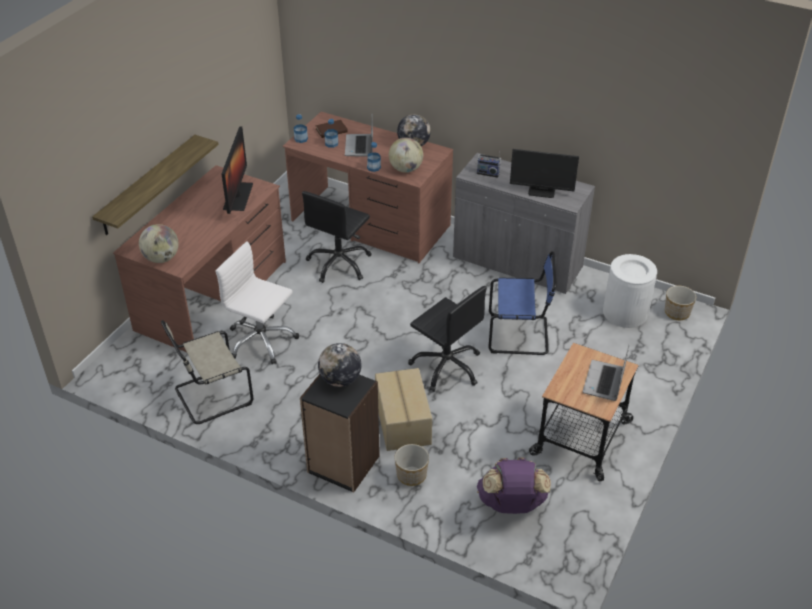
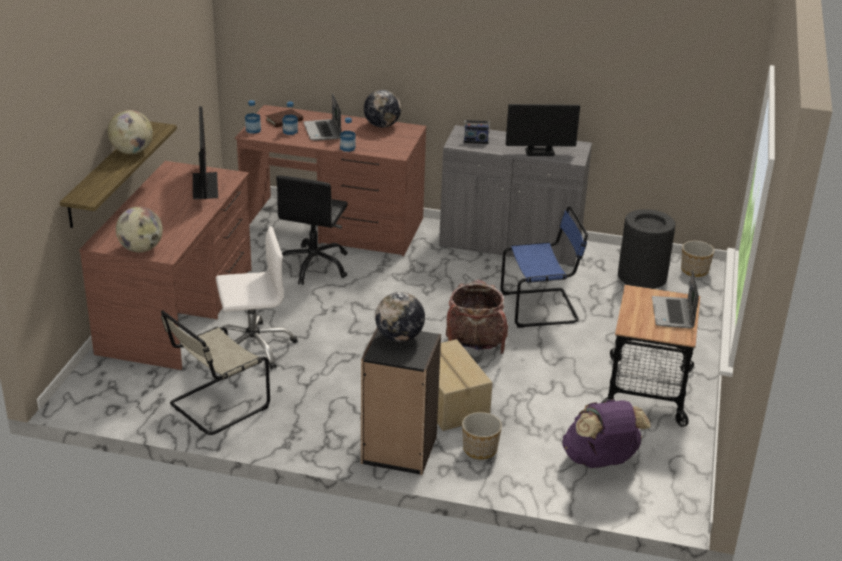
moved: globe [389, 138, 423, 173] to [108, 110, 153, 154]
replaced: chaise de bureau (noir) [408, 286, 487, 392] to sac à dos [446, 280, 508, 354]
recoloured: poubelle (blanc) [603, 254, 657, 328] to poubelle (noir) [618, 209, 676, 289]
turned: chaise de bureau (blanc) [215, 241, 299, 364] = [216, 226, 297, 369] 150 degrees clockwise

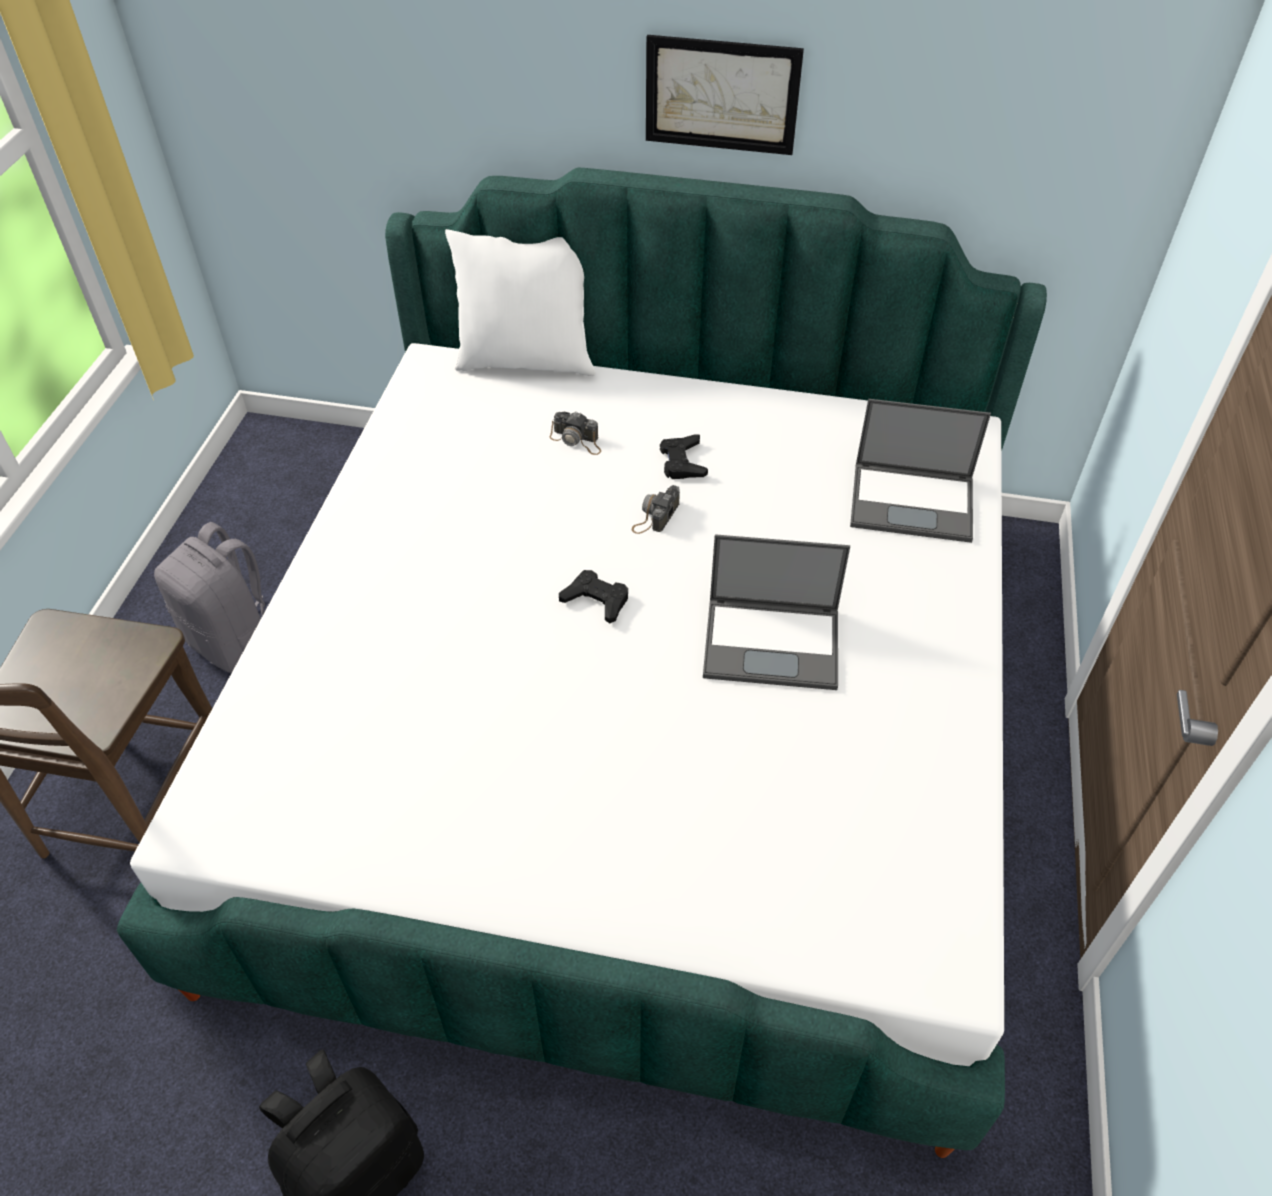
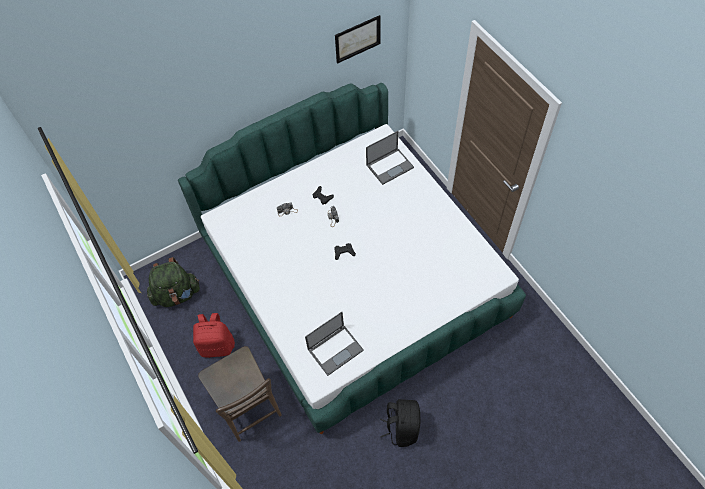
removed: coussin (blanc) [445, 229, 595, 376]
added: sac à dos (vert) [147, 257, 200, 307]
moved: tableau [646, 35, 804, 155] to [335, 15, 381, 64]; ordinateur portable [703, 534, 850, 690] to [305, 312, 364, 376]
recoloured: sac à dos (gris) [154, 522, 265, 673] to sac à dos (rouge) [193, 313, 235, 358]

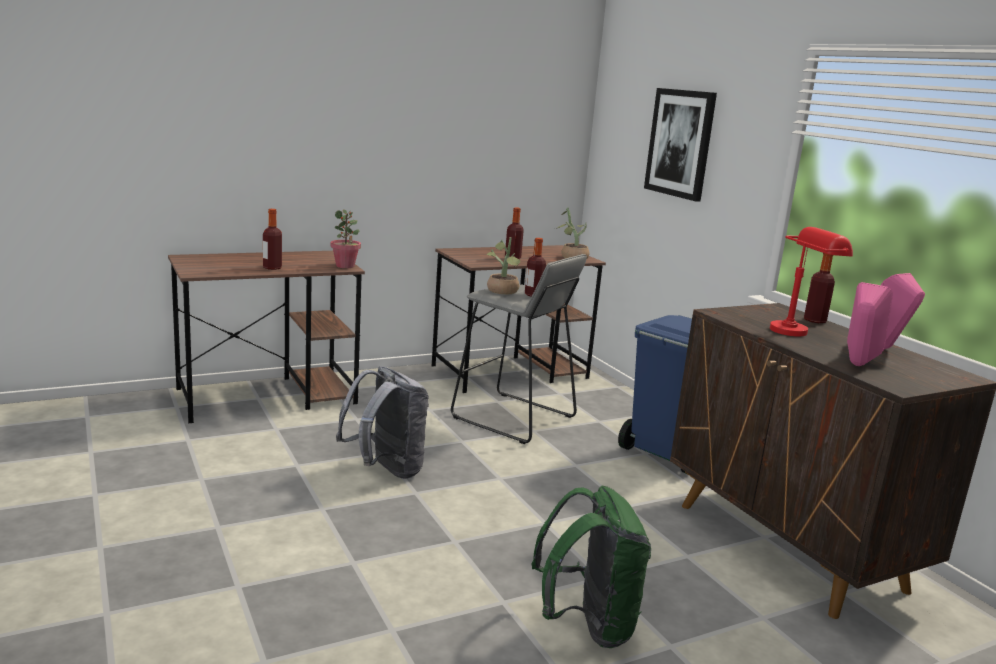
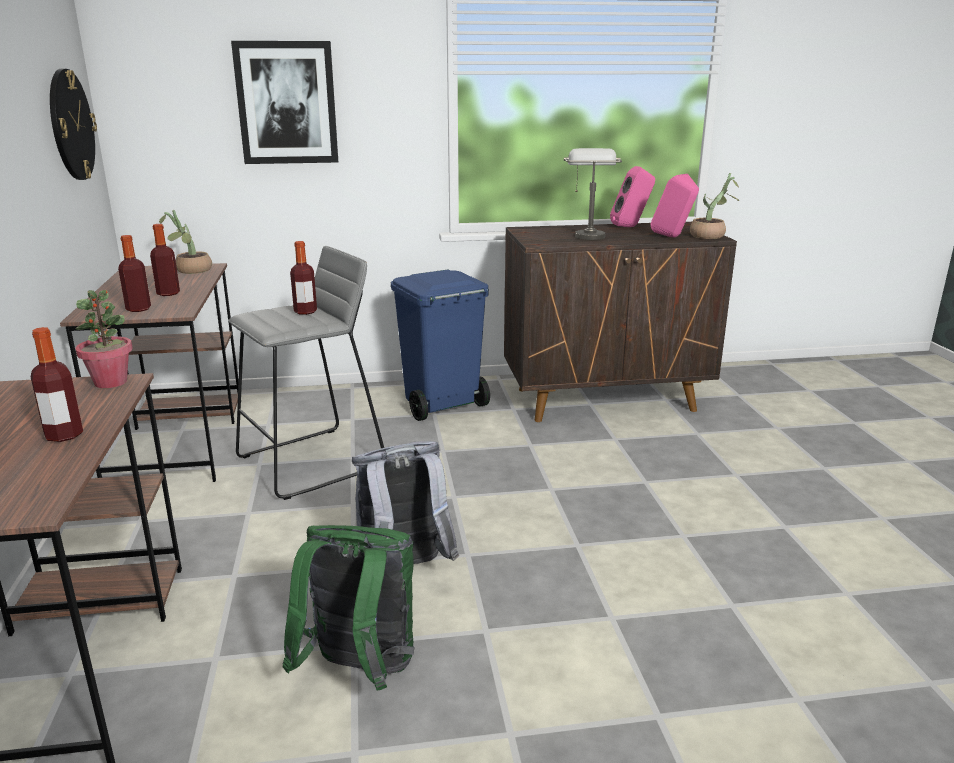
added: horloge murale [50, 69, 97, 180]
moved: plante en pot [487, 237, 521, 294] to [690, 173, 739, 239]; sac à dos (vert) [531, 486, 651, 648] to [283, 525, 415, 690]; bouteille [804, 253, 835, 323] to [118, 235, 151, 312]
recoloured: lampe de table (rouge) [770, 227, 853, 336] to lampe de table (gris) [564, 148, 622, 240]

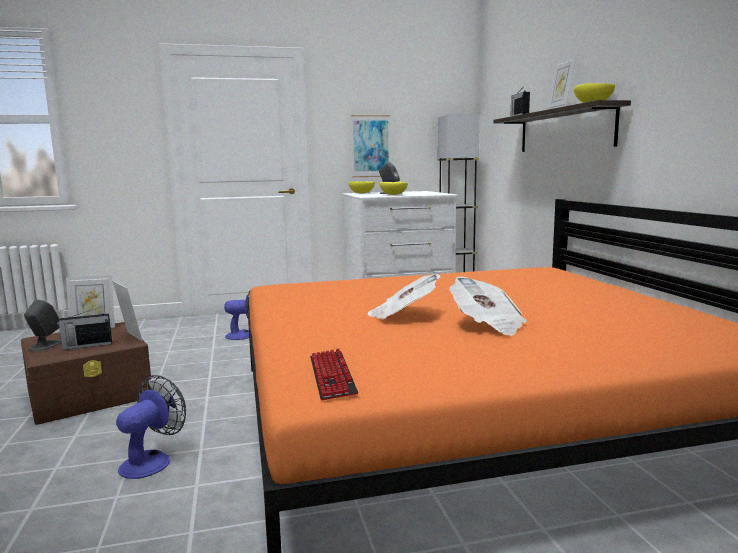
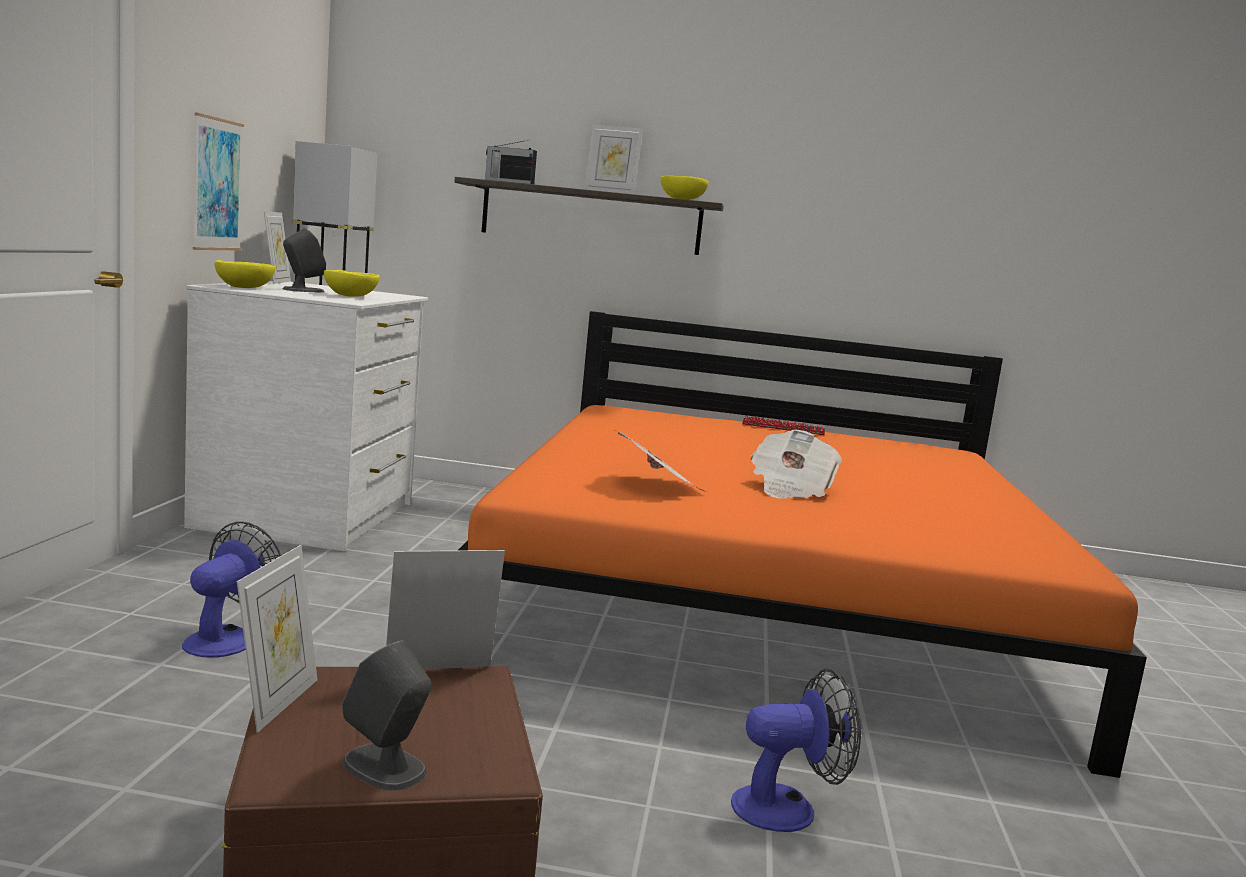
removed: radio [57, 307, 112, 350]
added: cadre photo [264, 211, 291, 284]
moved: clavier [310, 348, 358, 400] to [742, 415, 825, 435]; journal [449, 277, 527, 336] to [614, 430, 708, 492]
turned: ventilateur [116, 375, 186, 479] = [731, 669, 861, 832] 120 degrees clockwise

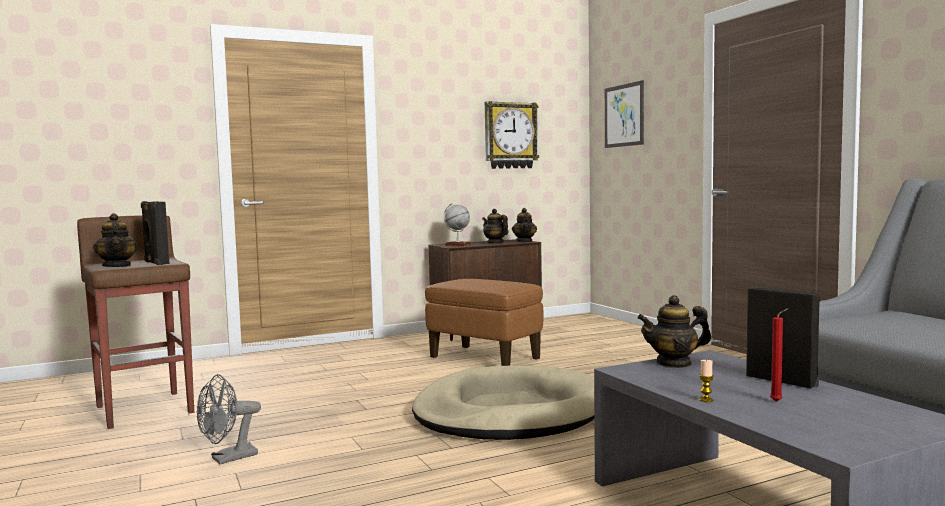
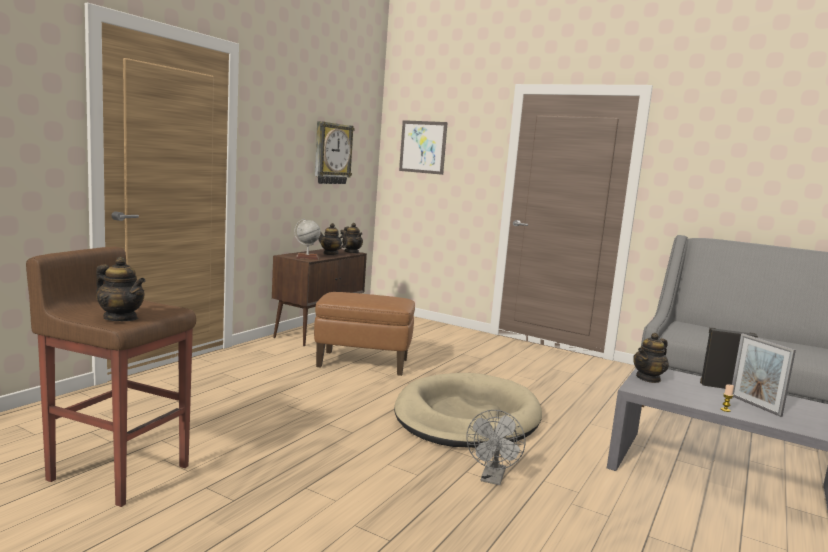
removed: enceinte (noir) [141, 201, 170, 265]
moved: ventilateur (gris) [197, 374, 261, 464] to [466, 410, 525, 485]
replaced: bougie (rouge) [770, 308, 788, 402] to cadre photo [732, 334, 796, 417]

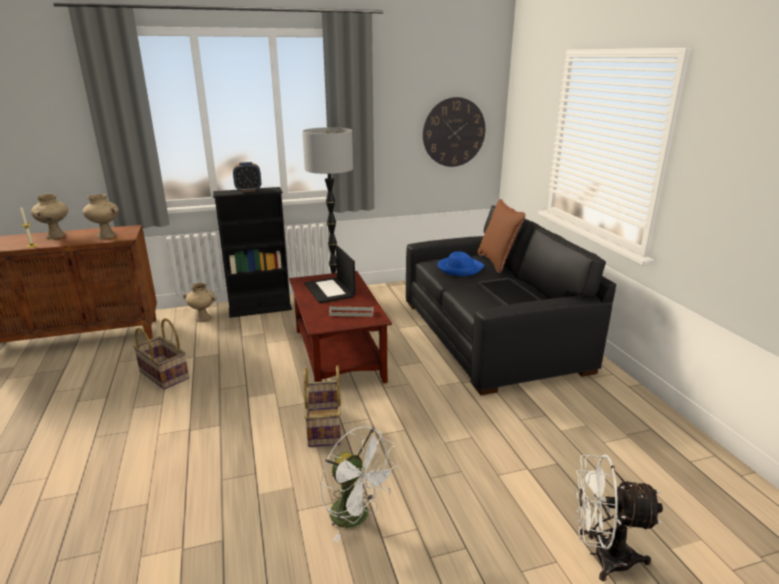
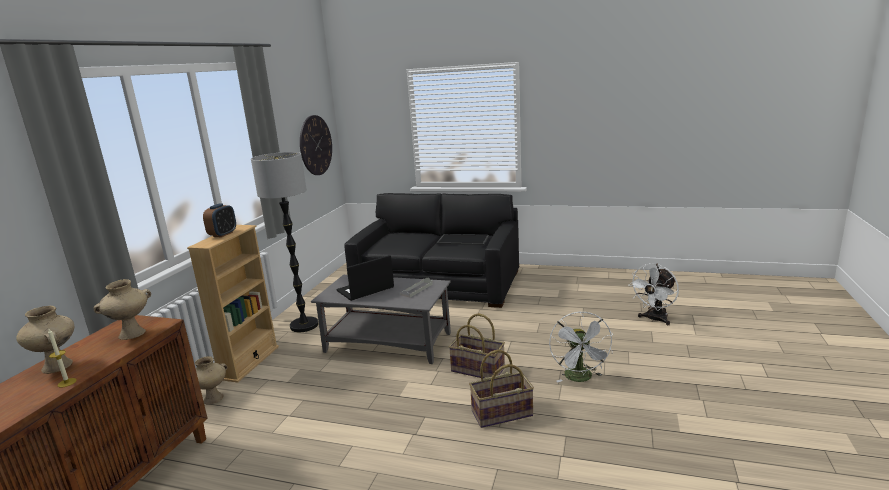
removed: chapeau (bleu) [438, 251, 484, 276]; coussin (marron) [477, 199, 526, 273]
moved: panier [133, 318, 189, 390] to [469, 350, 534, 428]
recoloured: bibliothèque (noir) [213, 187, 292, 318] to bibliothèque (beige) [187, 225, 279, 383]; table basse (marron) [289, 271, 392, 383] to table basse (gris) [311, 275, 451, 364]
turned: ordinateur portable [304, 245, 356, 303] = [336, 255, 394, 301] 135 degrees clockwise; ventilateur (blanc) [320, 426, 398, 542] = [549, 312, 613, 382] 105 degrees clockwise

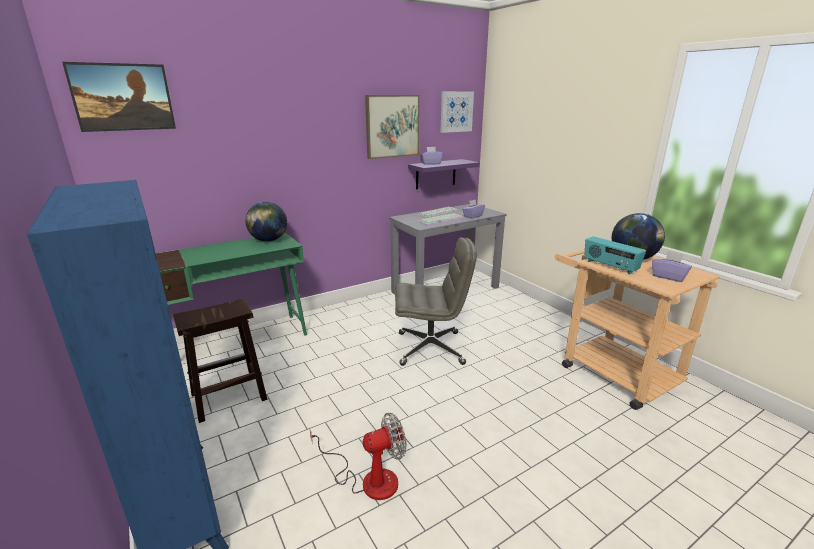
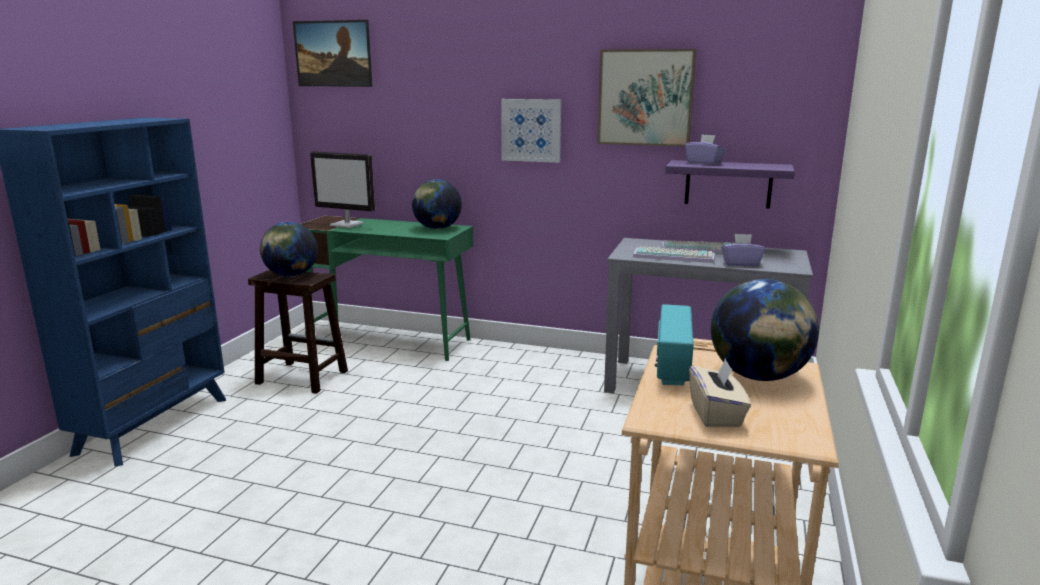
removed: ventilateur [310, 413, 406, 500]; chaise de bureau (gris) [395, 237, 477, 366]
added: globe [260, 222, 318, 277]; écran d'ordinateur [310, 151, 375, 228]
moved: tableau [441, 91, 474, 133] to [501, 99, 561, 163]
recoloured: boîte à mouchoirs (violet) [652, 251, 692, 282] to boîte à mouchoirs (beige) [689, 358, 751, 427]

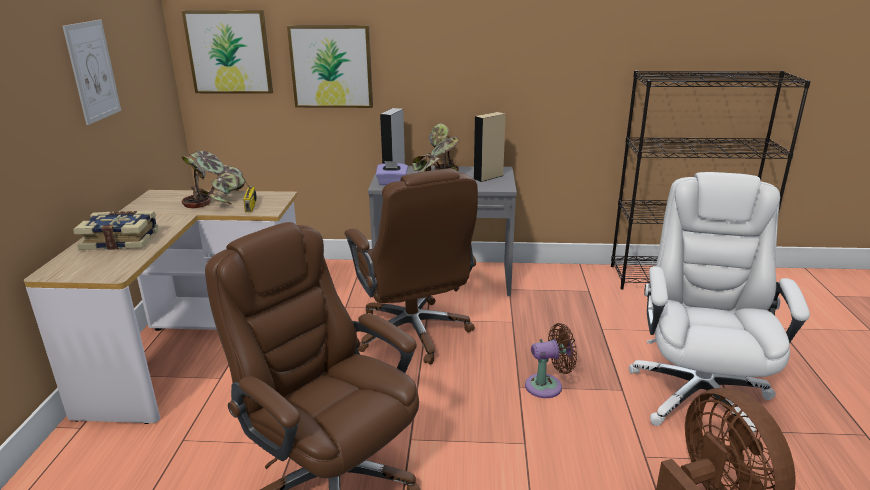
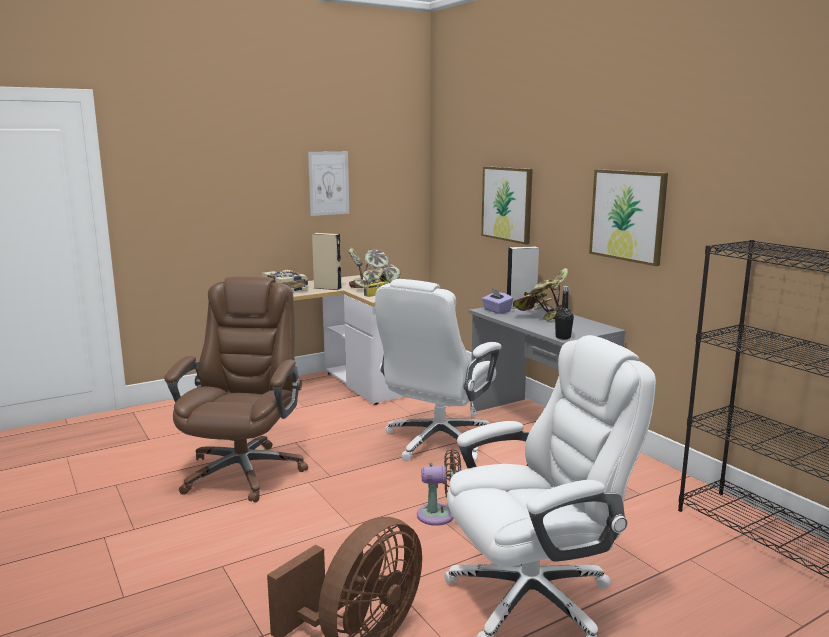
added: bouteille (noir) [555, 286, 574, 339]
moved: tableau [182, 10, 273, 94] to [589, 169, 668, 266]; enceinte (beige) [474, 112, 506, 182] to [312, 233, 341, 290]
recoloured: chaise de bureau (marron) [345, 169, 478, 365] to chaise de bureau (blanc) [375, 279, 502, 462]
turned: ventilateur (marron) [525, 323, 577, 398] = [417, 449, 461, 526] 45 degrees counterclockwise

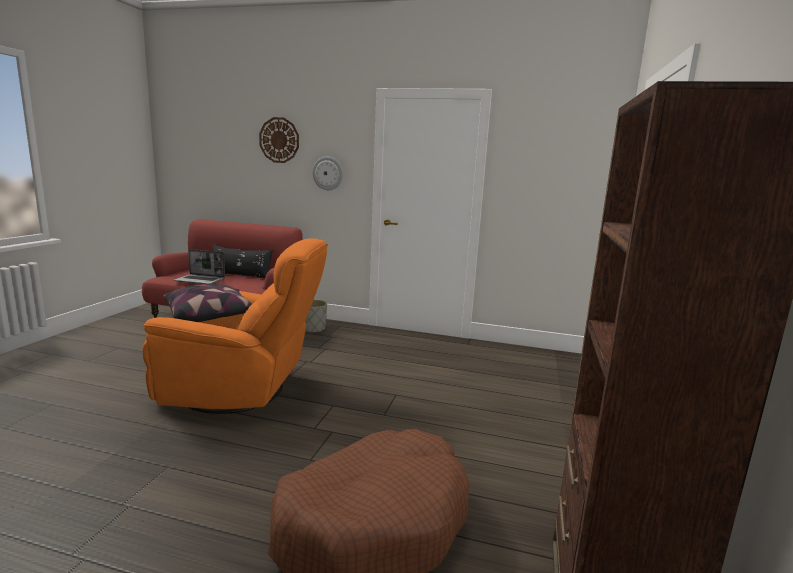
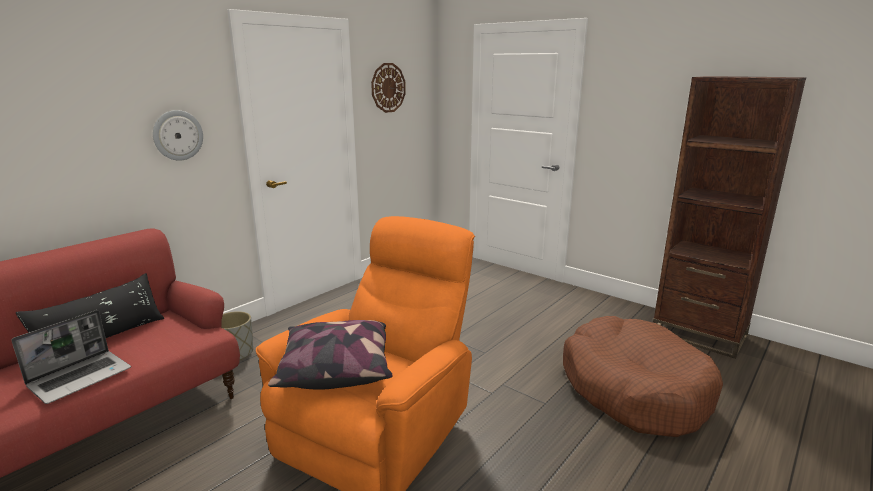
moved: horloge murale [259, 117, 299, 163] to [371, 63, 406, 113]

